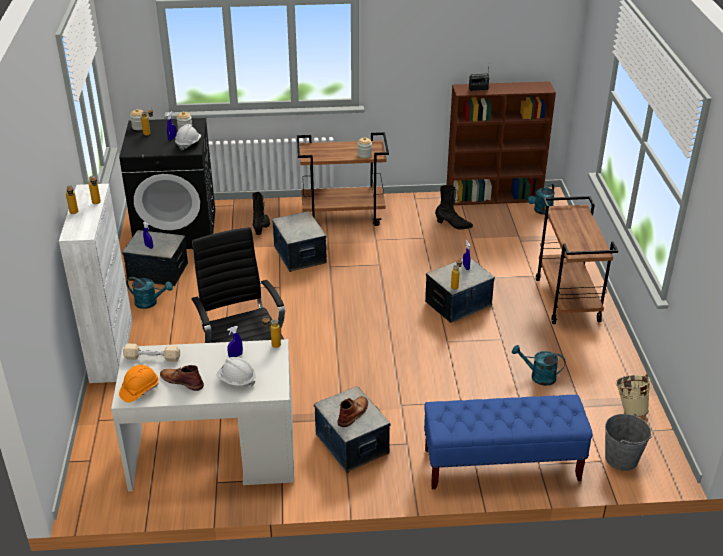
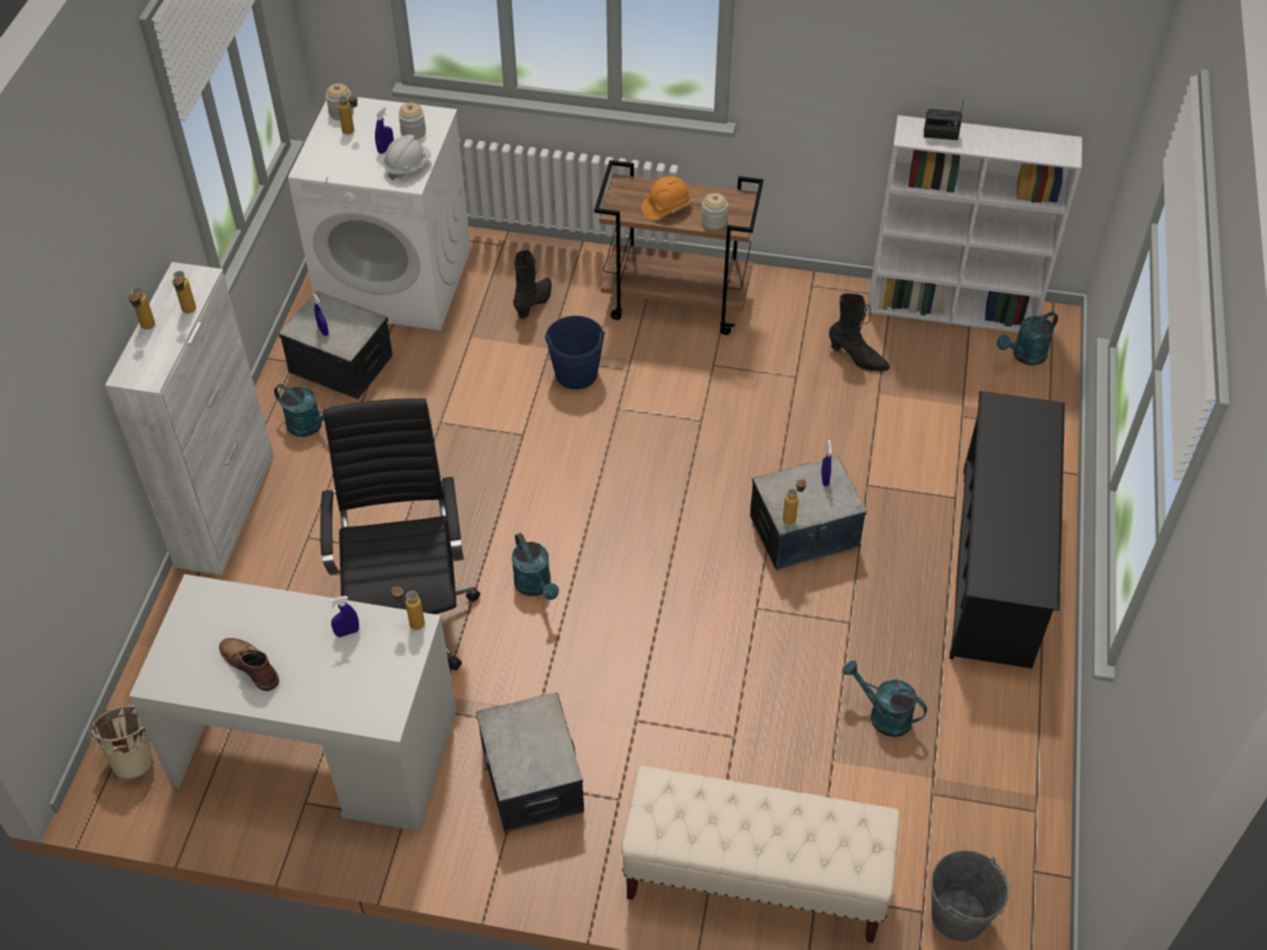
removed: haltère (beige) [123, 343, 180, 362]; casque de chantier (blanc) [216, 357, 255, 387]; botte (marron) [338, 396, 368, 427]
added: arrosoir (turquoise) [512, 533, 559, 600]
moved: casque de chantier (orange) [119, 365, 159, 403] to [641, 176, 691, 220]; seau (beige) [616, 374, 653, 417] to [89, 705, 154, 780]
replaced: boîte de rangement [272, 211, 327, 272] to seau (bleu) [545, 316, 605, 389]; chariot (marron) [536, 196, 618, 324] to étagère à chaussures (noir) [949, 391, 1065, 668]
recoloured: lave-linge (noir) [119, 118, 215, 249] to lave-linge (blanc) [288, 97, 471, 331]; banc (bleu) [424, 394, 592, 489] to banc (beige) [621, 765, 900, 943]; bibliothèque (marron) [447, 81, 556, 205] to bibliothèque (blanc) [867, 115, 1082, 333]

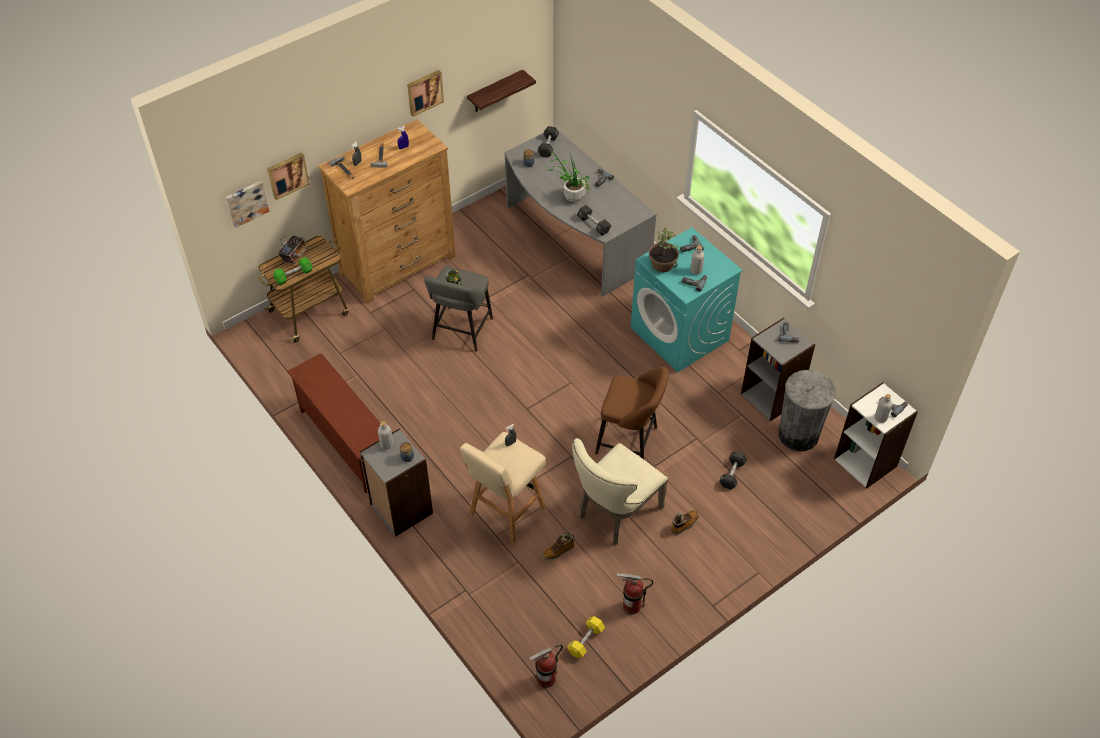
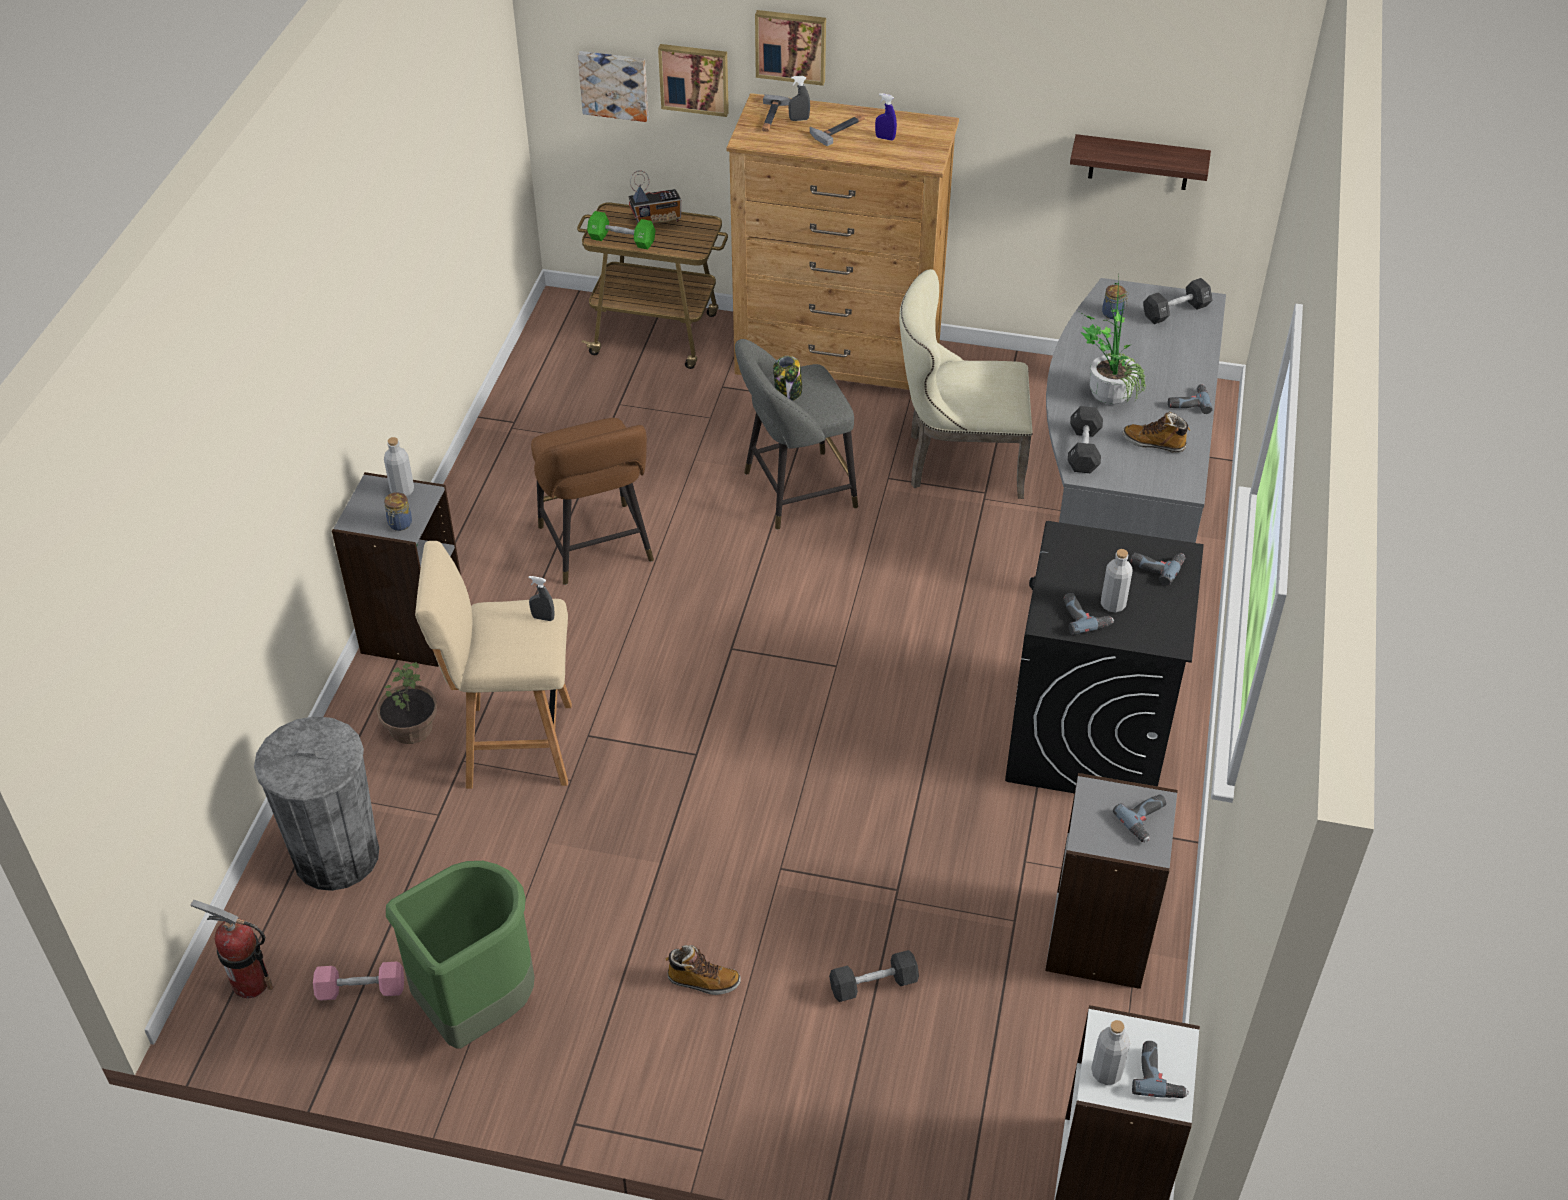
removed: étagère à chaussures (marron) [287, 353, 380, 493]
moved: tableau [407, 70, 444, 117] to [755, 10, 826, 86]; botte [542, 533, 574, 561] to [1123, 412, 1190, 453]; chaise (beige) [572, 438, 668, 545] to [899, 269, 1033, 499]; tabouret (marron) [595, 367, 669, 459] to [531, 418, 654, 585]; plante en pot [649, 228, 679, 272] to [377, 662, 437, 744]; poubelle (gris) [779, 370, 836, 451] to [254, 716, 379, 891]
replaced: extincteur [617, 573, 653, 614] to poubelle (vert) [386, 861, 535, 1049]
recoloured: haltère (jaune) [567, 616, 605, 658] to haltère (rose) [313, 962, 404, 1000]; lave-linge (turquoise) [631, 227, 743, 372] to lave-linge (noir) [1005, 521, 1204, 793]

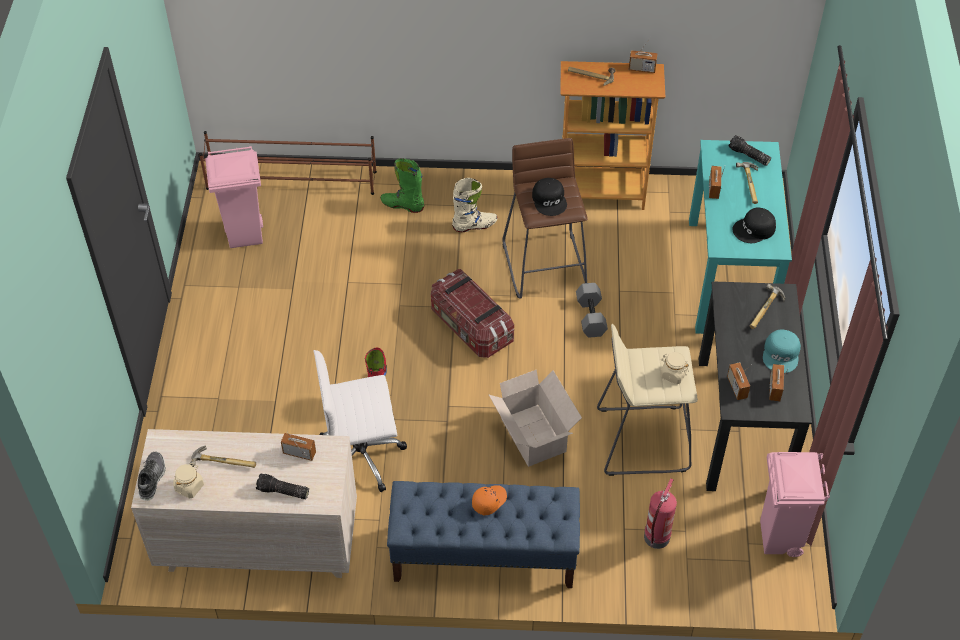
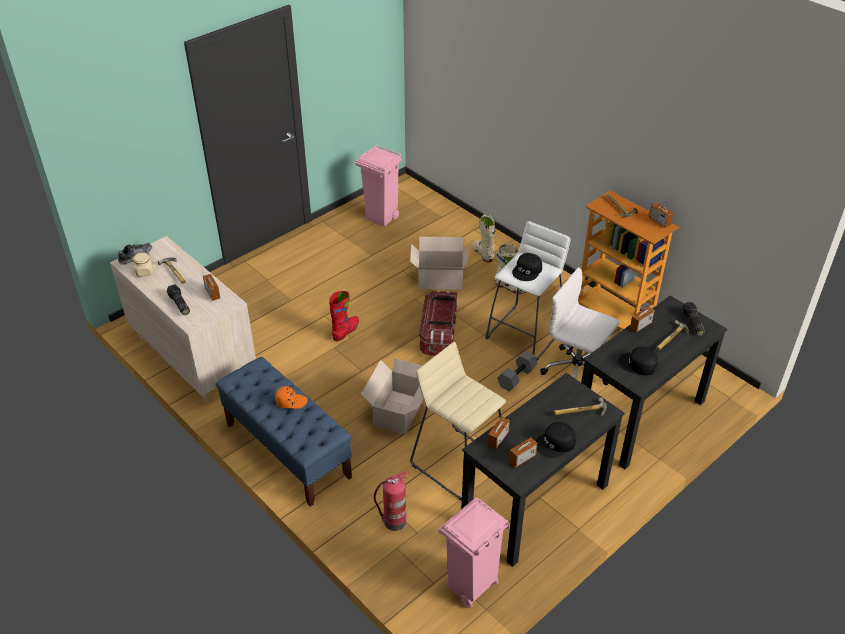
removed: étagère à chaussures (marron) [199, 131, 377, 195]; bocal (beige) [660, 352, 689, 384]
added: carton [410, 237, 468, 290]
moved: chaise de bureau (blanc) [313, 350, 407, 492] to [540, 267, 619, 385]
recoloured: botte (vert) [380, 158, 424, 213] to botte (beige) [472, 214, 496, 262]; tabouret (marron) [503, 138, 588, 299] to tabouret (blanc) [486, 221, 571, 360]; bureau (turquoise) [689, 140, 792, 334] to bureau (noir) [581, 296, 727, 469]; casquette (turquoise) [763, 330, 801, 373] to casquette (noir) [536, 422, 576, 458]

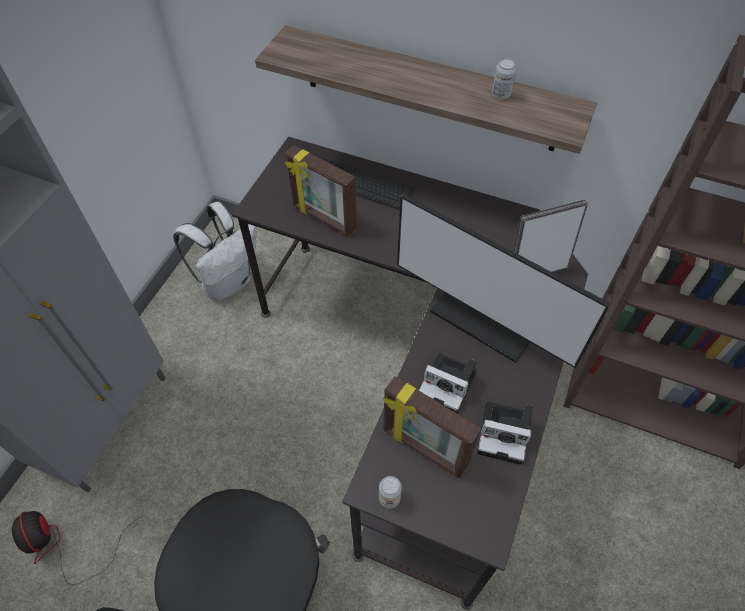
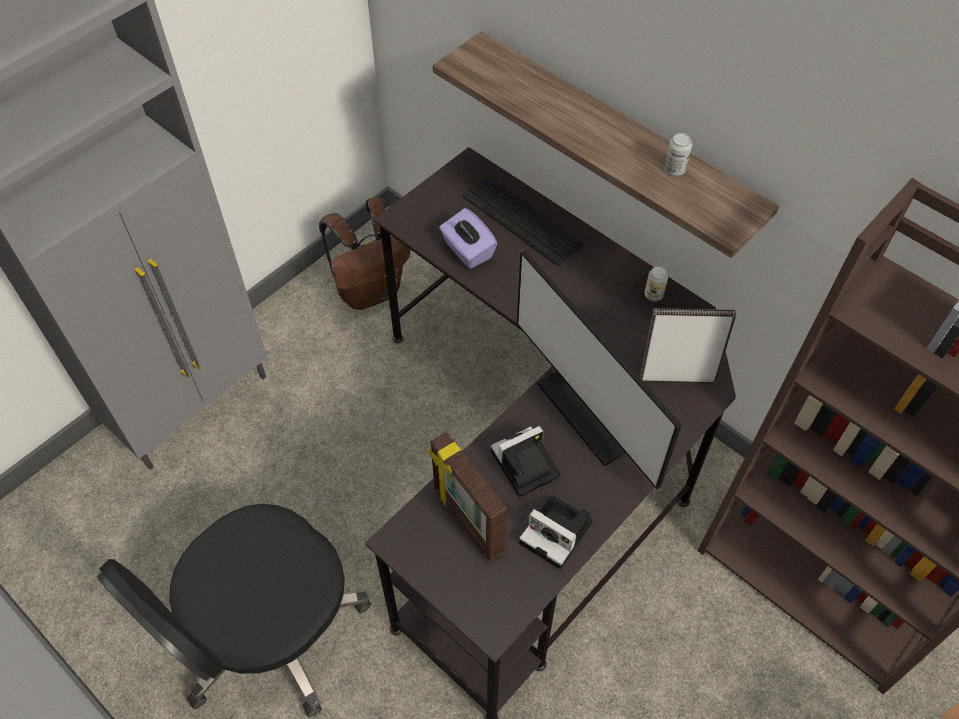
removed: ventilateur [12, 511, 145, 585]
moved: boîte métallique [379, 476, 402, 509] to [645, 266, 668, 301]
replaced: cadre photo [285, 145, 357, 237] to boîte à mouchoirs (violet) [439, 208, 497, 269]
recoloured: sac à dos (blanc) [173, 202, 256, 300] to sac à dos (marron) [319, 197, 410, 310]
turned: appareil photo [419, 353, 477, 413] = [491, 426, 560, 497] 105 degrees clockwise

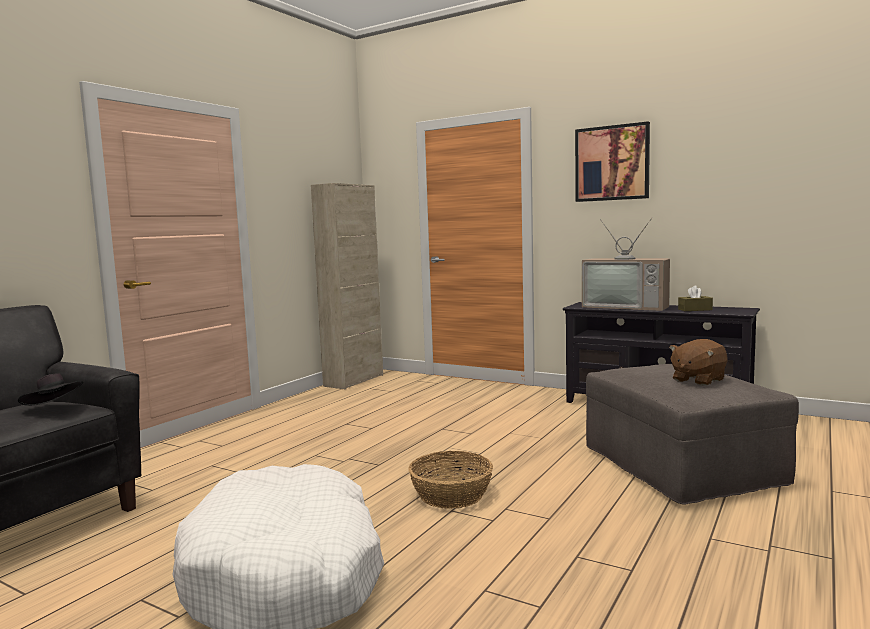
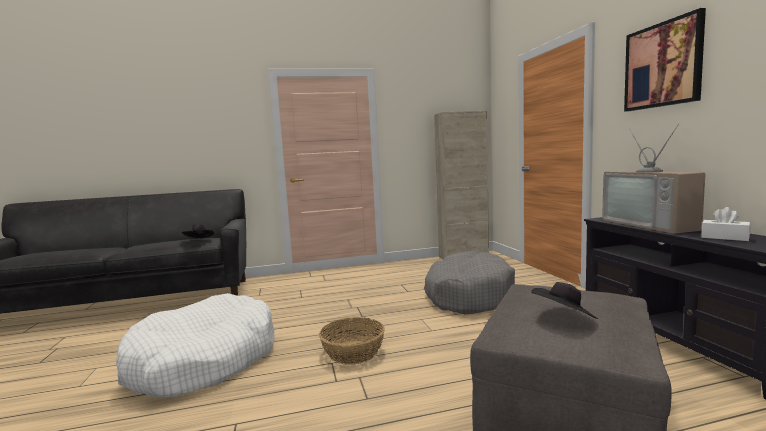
added: panier pour chien (gris) [424, 251, 515, 314]
replaced: peluche (marron) [669, 339, 728, 386] to chapeau (noir) [531, 282, 598, 319]
recoloured: boîte à mouchoirs (marron) [678, 285, 713, 311] to boîte à mouchoirs (blanc) [701, 207, 750, 241]

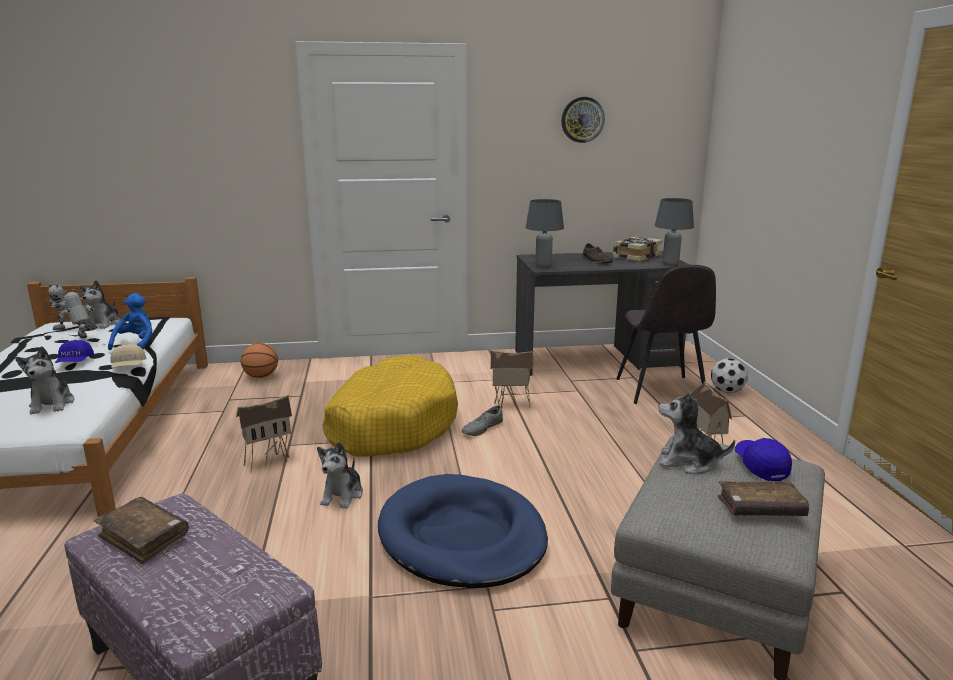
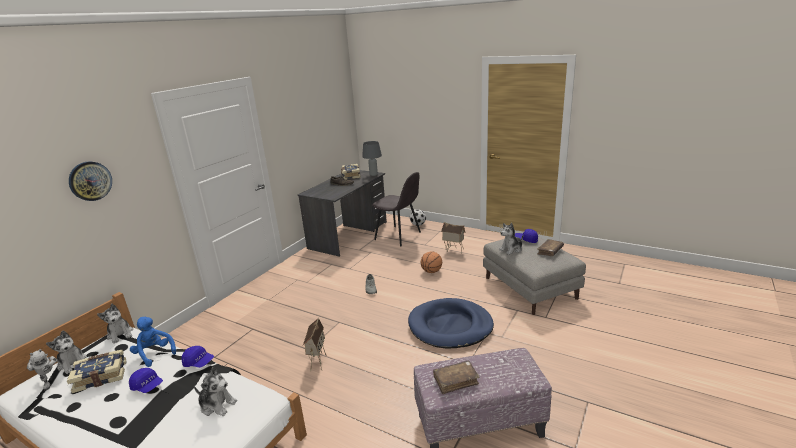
removed: panier pour chien (jaune) [323, 355, 458, 457]; maison miniature [490, 350, 533, 408]; lampe de table (gris) [526, 199, 564, 267]
moved: ballon de basket [241, 343, 278, 378] to [421, 251, 442, 273]; peluche [317, 442, 363, 509] to [97, 304, 133, 344]; horloge murale [561, 97, 605, 143] to [69, 161, 112, 201]
replaced: robot jouet [59, 289, 97, 338] to livre [67, 350, 127, 393]
recoloured: casquette (beige) [111, 344, 146, 368] to casquette (bleu) [181, 346, 214, 367]

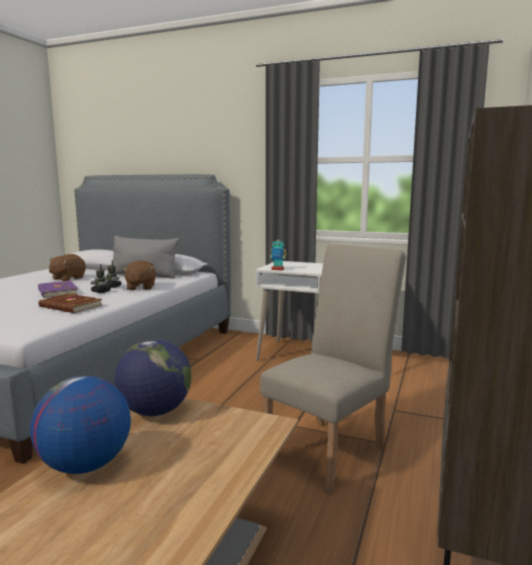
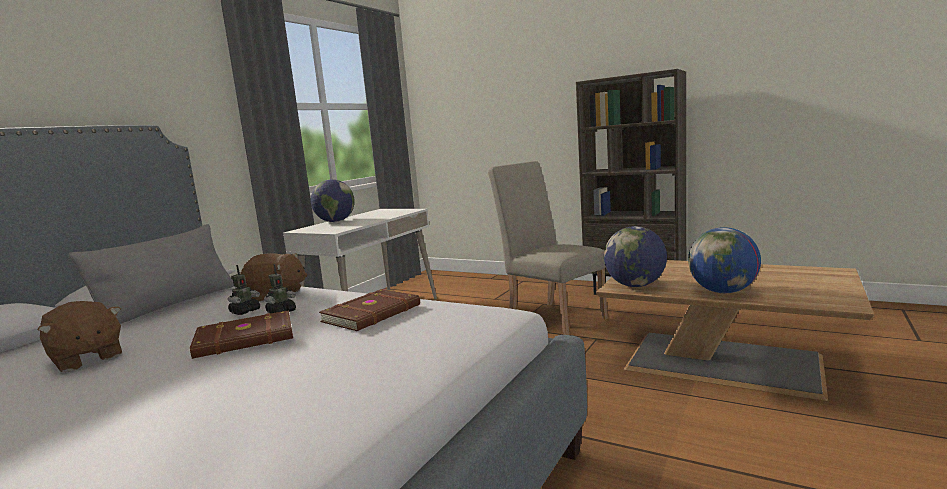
removed: robot jouet [270, 236, 286, 271]
added: globe [311, 179, 355, 222]
recoloured: livre (violet) [38, 281, 78, 298] to livre (marron) [190, 310, 293, 359]

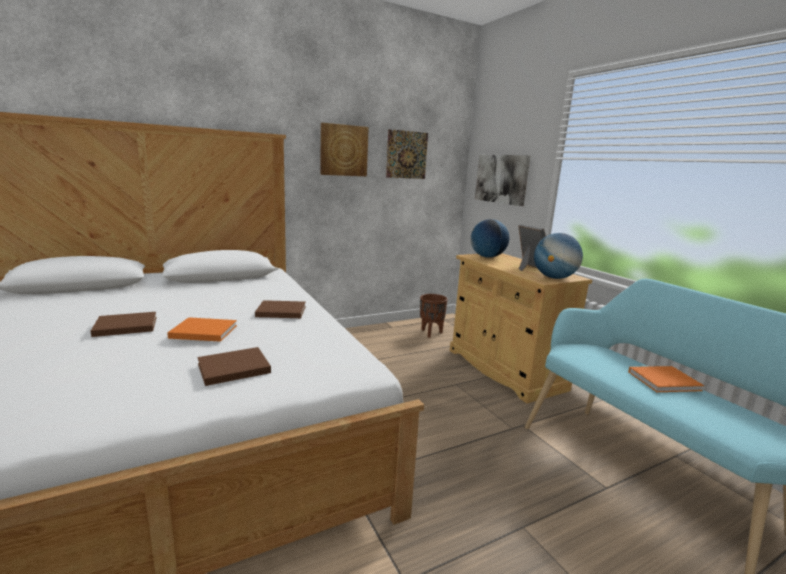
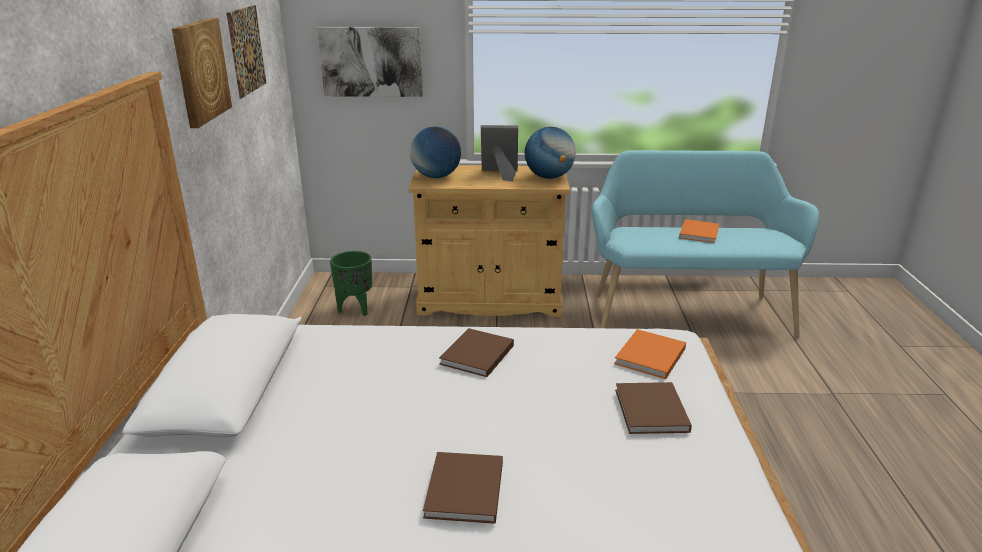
moved: livre (orange) [167, 317, 237, 342] to [614, 329, 686, 379]
recoloured: cache-pot (marron) [420, 294, 448, 338] to cache-pot (vert) [330, 251, 372, 316]

